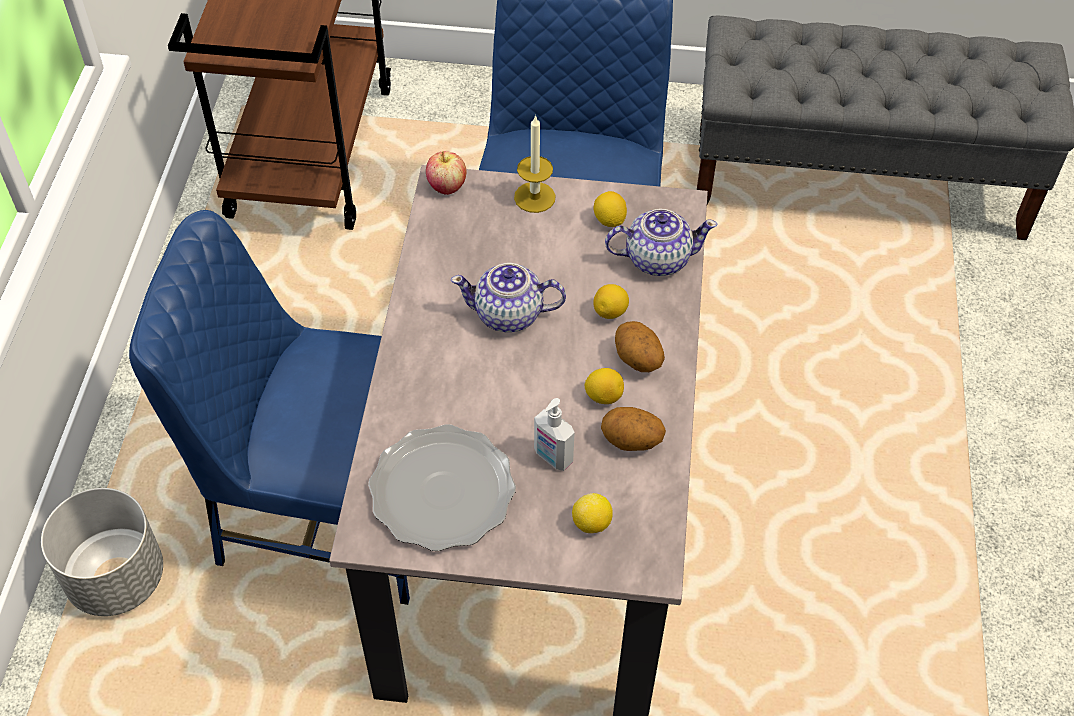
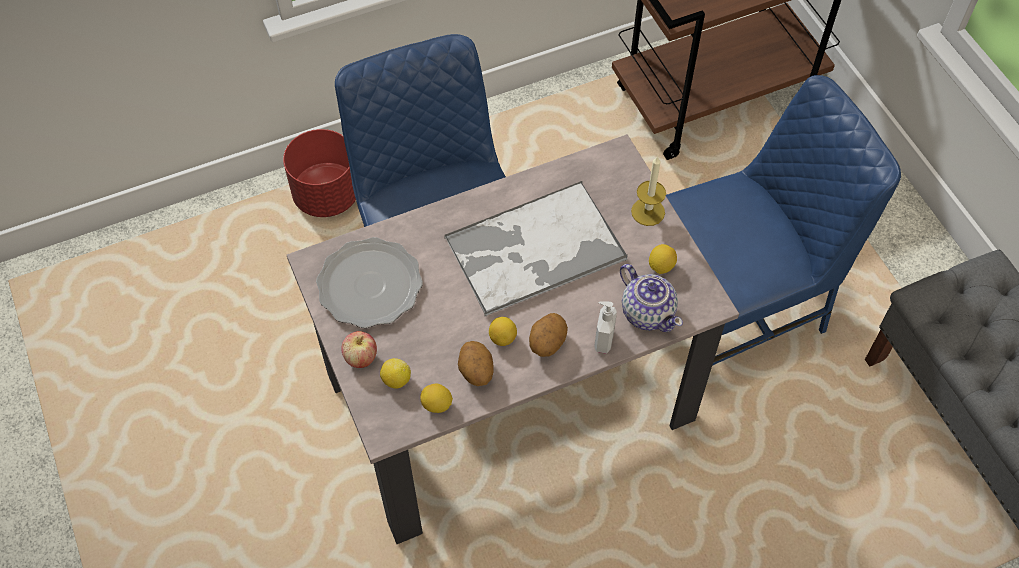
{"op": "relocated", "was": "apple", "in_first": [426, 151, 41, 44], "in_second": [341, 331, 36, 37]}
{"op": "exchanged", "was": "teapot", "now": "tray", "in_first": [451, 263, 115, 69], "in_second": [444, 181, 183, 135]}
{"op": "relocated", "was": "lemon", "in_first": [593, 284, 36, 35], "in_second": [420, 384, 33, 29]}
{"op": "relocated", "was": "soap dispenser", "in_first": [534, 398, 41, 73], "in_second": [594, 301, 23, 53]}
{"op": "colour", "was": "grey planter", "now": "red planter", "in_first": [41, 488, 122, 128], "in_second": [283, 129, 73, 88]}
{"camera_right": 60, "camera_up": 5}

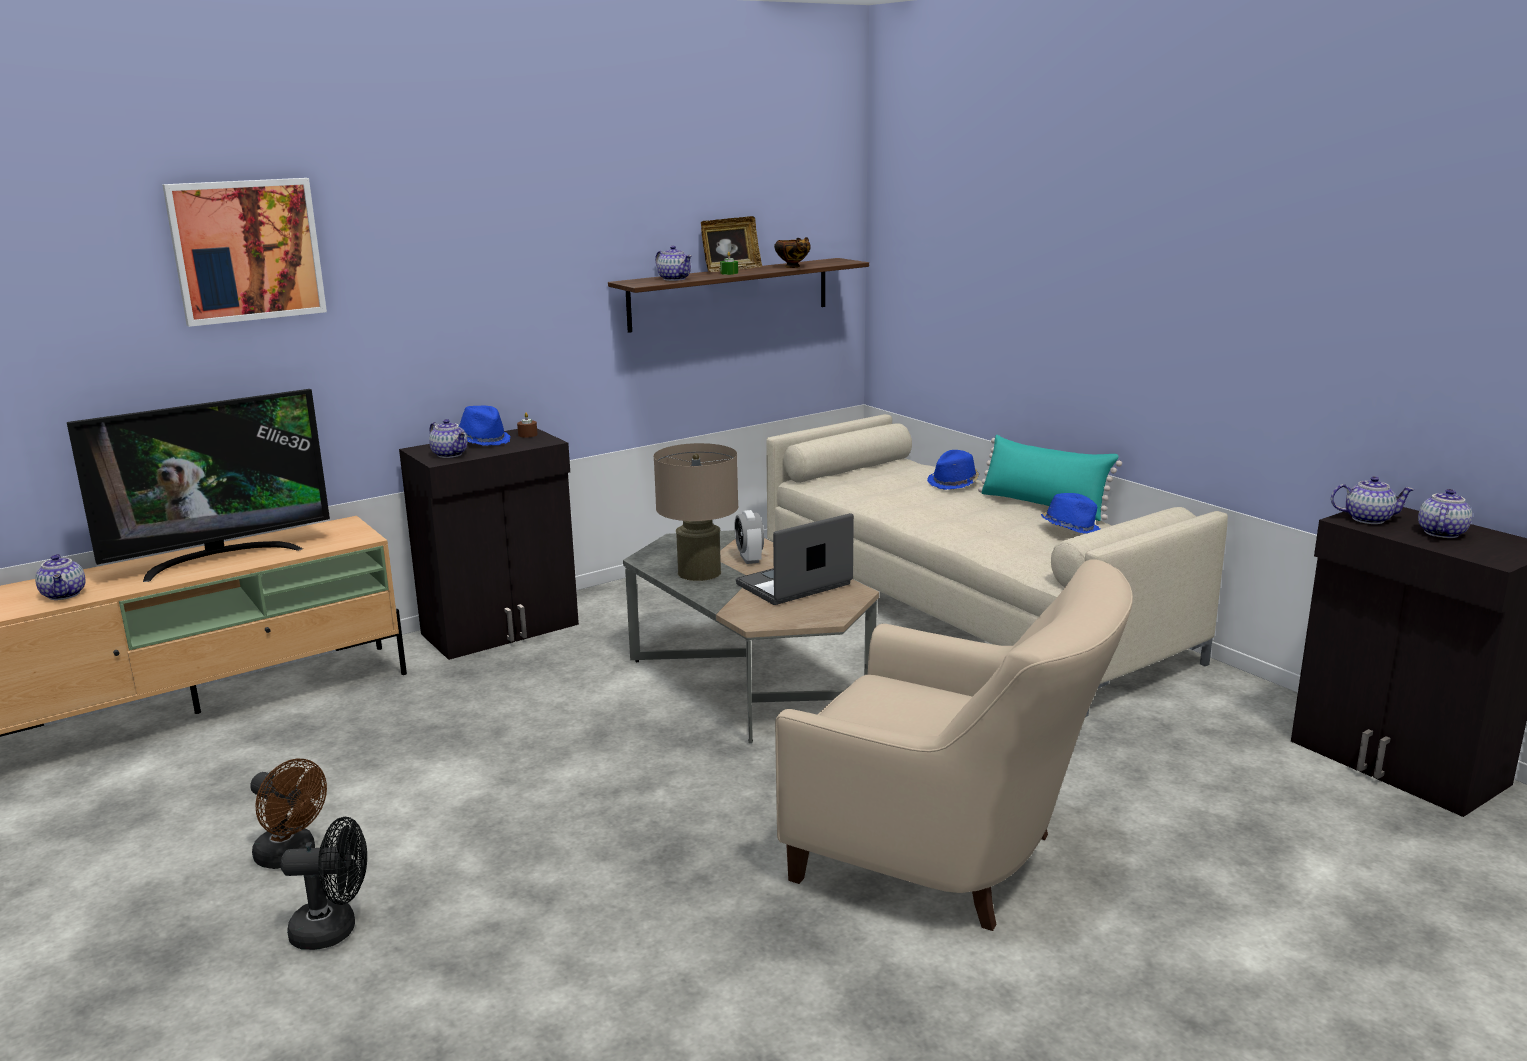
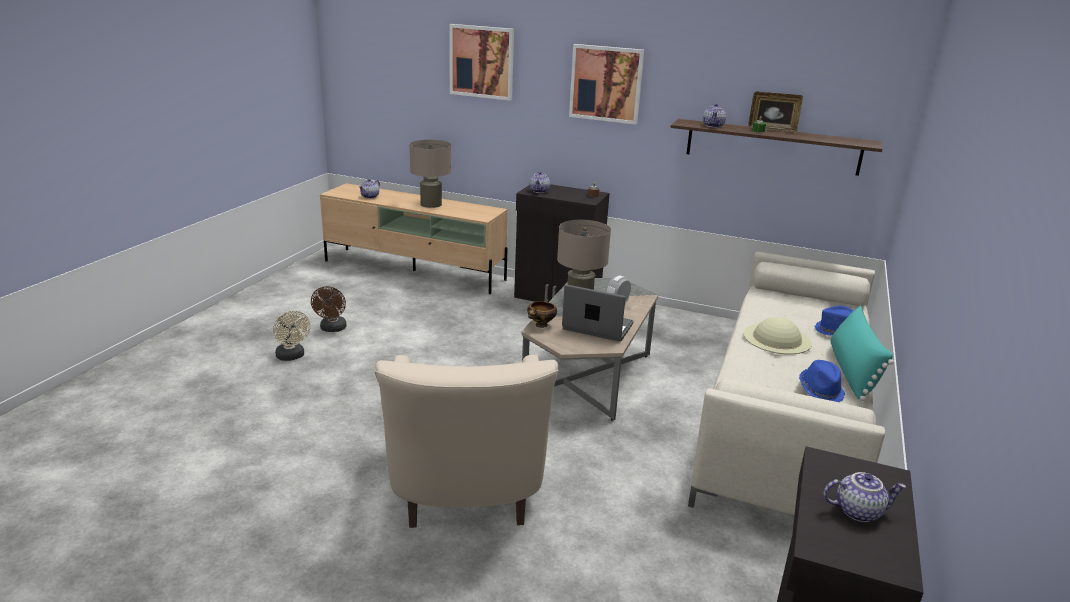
{"op": "relocated", "was": "bowl", "in_first": [774, 237, 37, 31], "in_second": [527, 301, 30, 27]}
{"op": "exchanged", "was": "television", "now": "beige table lamp", "in_first": [67, 389, 263, 193], "in_second": [409, 140, 42, 68]}
{"op": "missing", "was": "blue hat", "in_first": [459, 406, 51, 40]}
{"op": "missing", "was": "teapot", "in_first": [1331, 476, 84, 48]}
{"op": "colour", "was": "black fan", "now": "beige fan", "in_first": [281, 817, 86, 133], "in_second": [273, 311, 37, 50]}
{"op": "appeared", "now": "picture", "in_second": [569, 44, 75, 80]}
{"op": "appeared", "now": "beige hat", "in_second": [743, 317, 69, 38]}
{"camera_right": 55, "camera_up": 5}

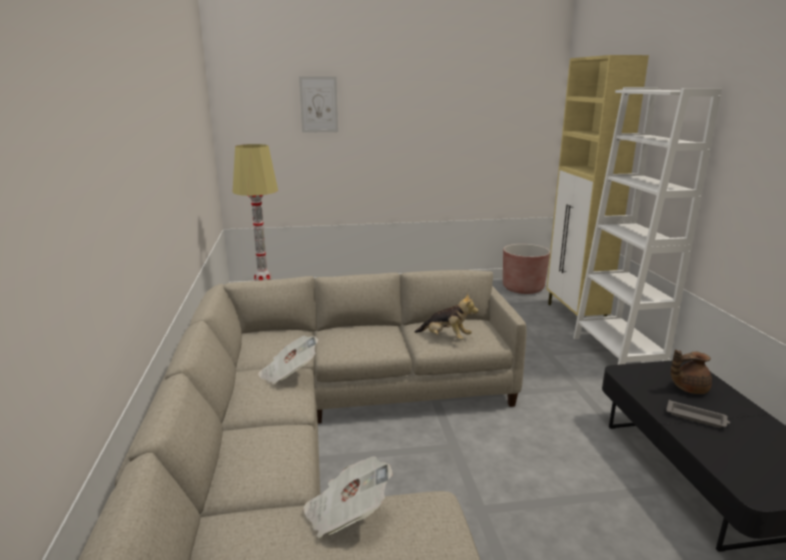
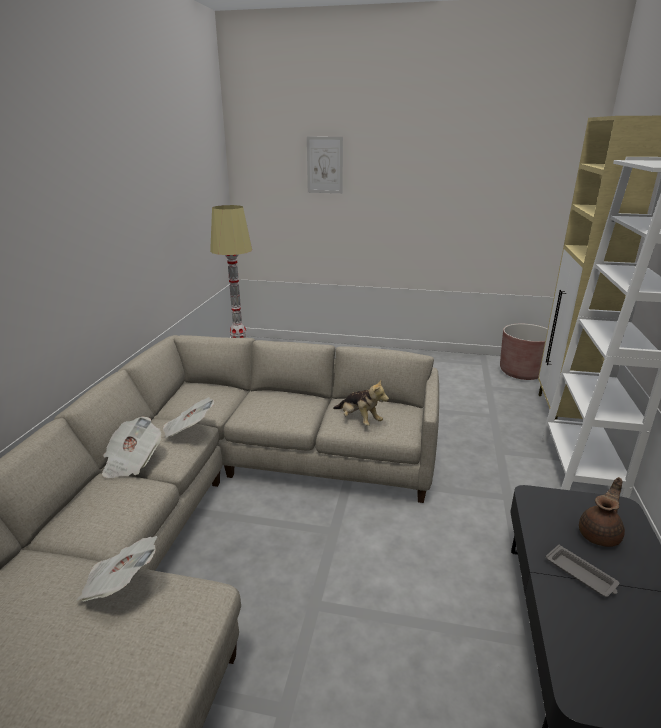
{"op": "spun", "was": "brown teapot", "in_first": [671, 350, 41, 44], "in_second": [579, 477, 46, 70], "clockwise": 120}
{"op": "appeared", "now": "newspaper", "in_second": [102, 417, 59, 61]}
{"camera_right": 20, "camera_up": 5}

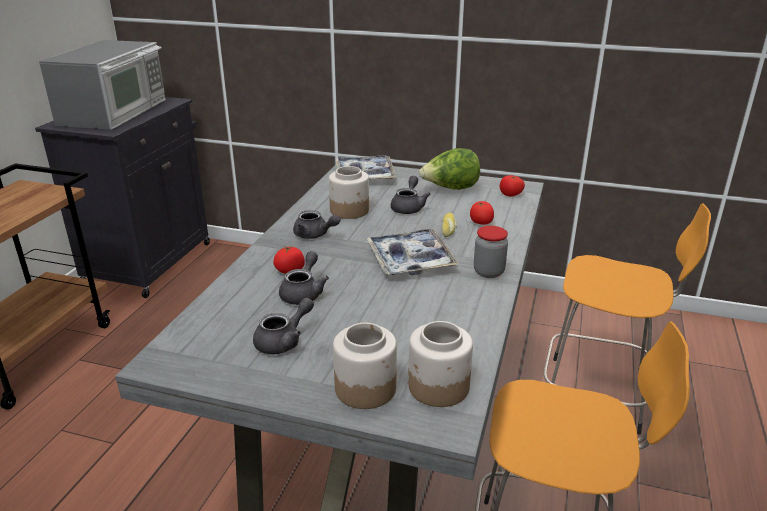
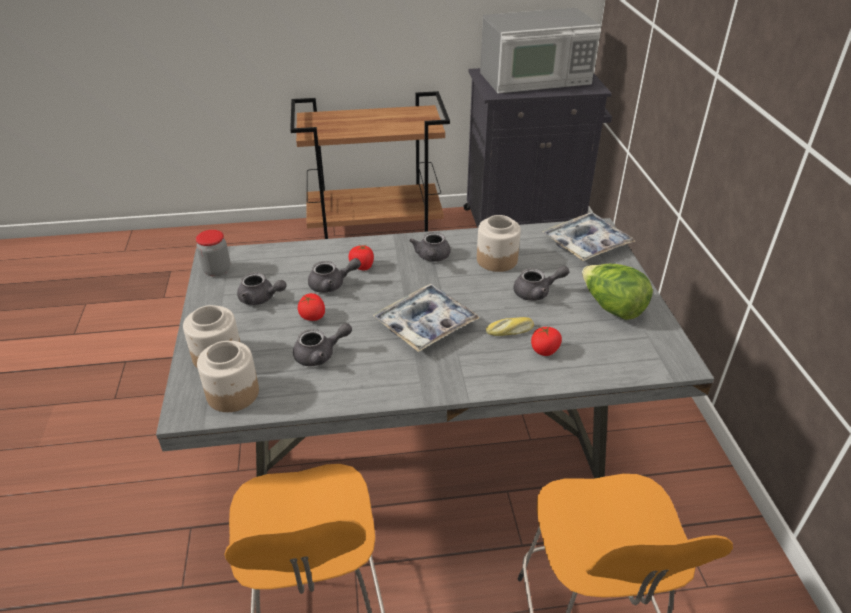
{"op": "relocated", "was": "tomato", "in_first": [500, 175, 25, 21], "in_second": [298, 293, 27, 28]}
{"op": "relocated", "was": "jar", "in_first": [474, 226, 34, 52], "in_second": [196, 230, 34, 47]}
{"op": "appeared", "now": "grey teapot", "in_second": [293, 323, 59, 43]}
{"camera_right": 65, "camera_up": 10}

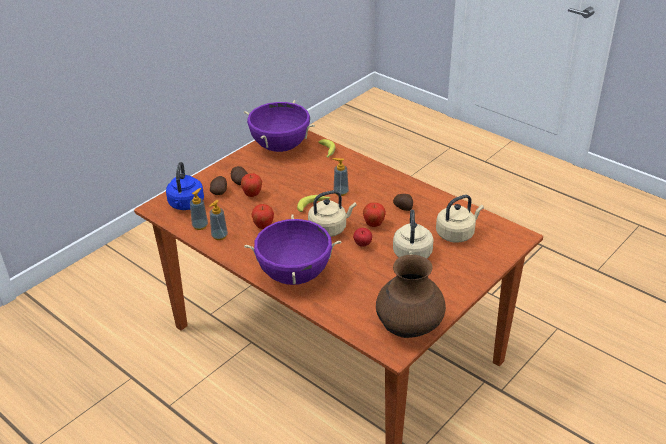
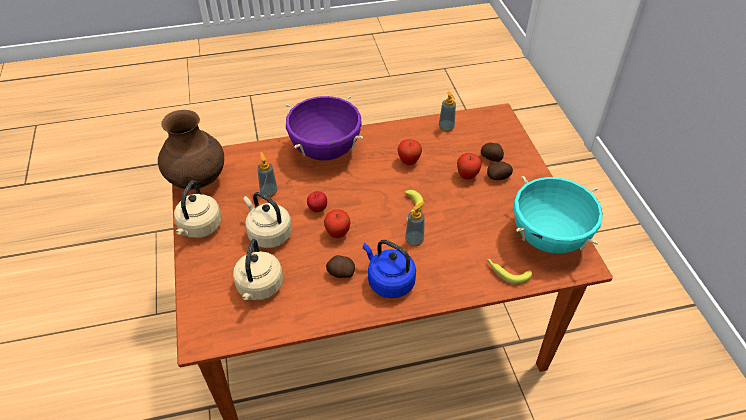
{"op": "colour", "was": "purple cooking pot", "now": "turquoise cooking pot", "in_first": [244, 100, 71, 52], "in_second": [513, 176, 90, 78]}
{"op": "relocated", "was": "blue kettle", "in_first": [166, 162, 38, 48], "in_second": [363, 240, 53, 58]}
{"op": "relocated", "was": "beige kettle", "in_first": [308, 190, 49, 47], "in_second": [174, 180, 48, 58]}
{"op": "relocated", "was": "soap dispenser", "in_first": [209, 200, 19, 40], "in_second": [257, 152, 21, 45]}
{"camera_right": 125, "camera_up": 10}

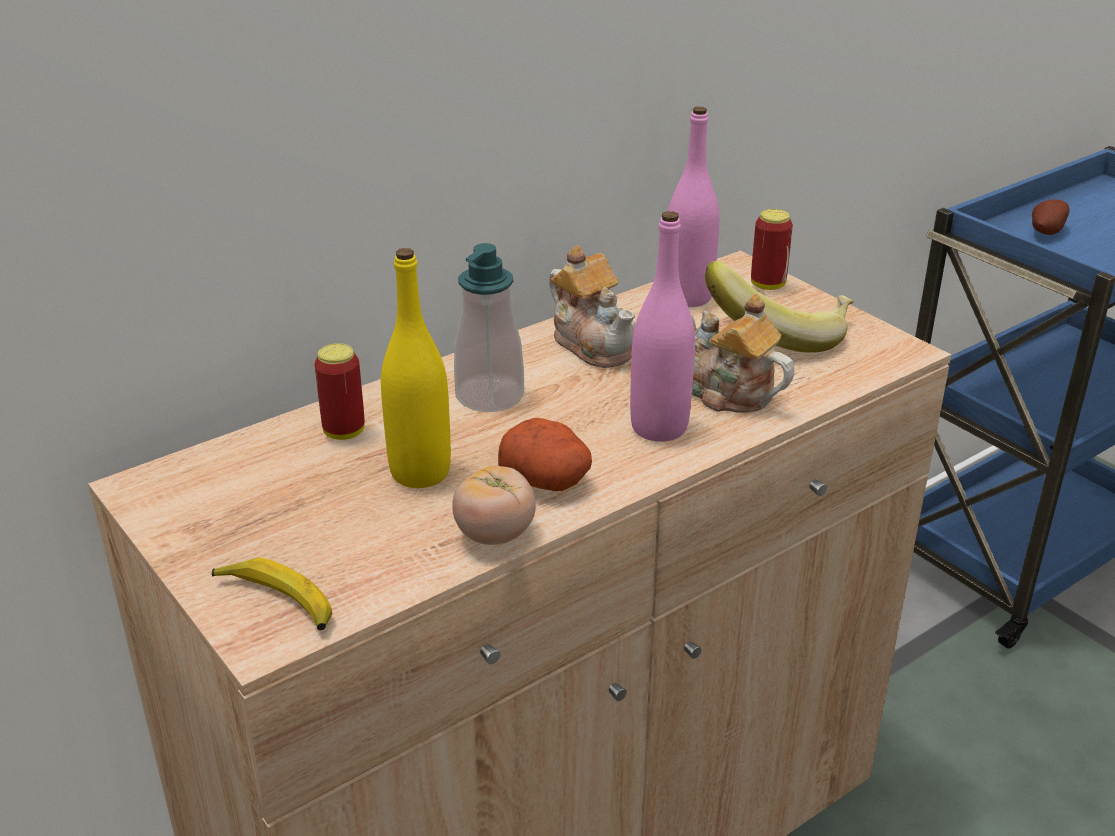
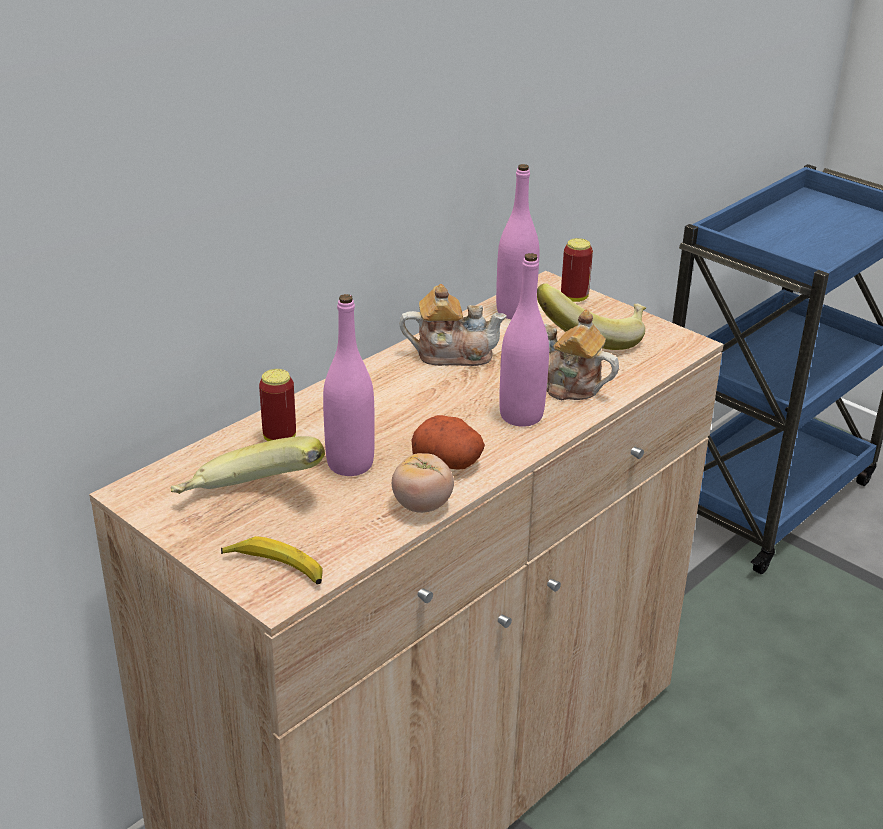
{"op": "missing", "was": "potato", "in_first": [1032, 199, 37, 36]}
{"op": "missing", "was": "soap dispenser", "in_first": [454, 243, 70, 169]}
{"op": "spun", "was": "teapot", "in_first": [549, 245, 86, 123], "in_second": [399, 284, 108, 82], "clockwise": -45}
{"op": "colour", "was": "yellow bottle", "now": "pink bottle", "in_first": [381, 248, 70, 240], "in_second": [323, 294, 52, 182]}
{"op": "appeared", "now": "banana", "in_second": [171, 436, 154, 58]}
{"camera_right": -10, "camera_up": 0}

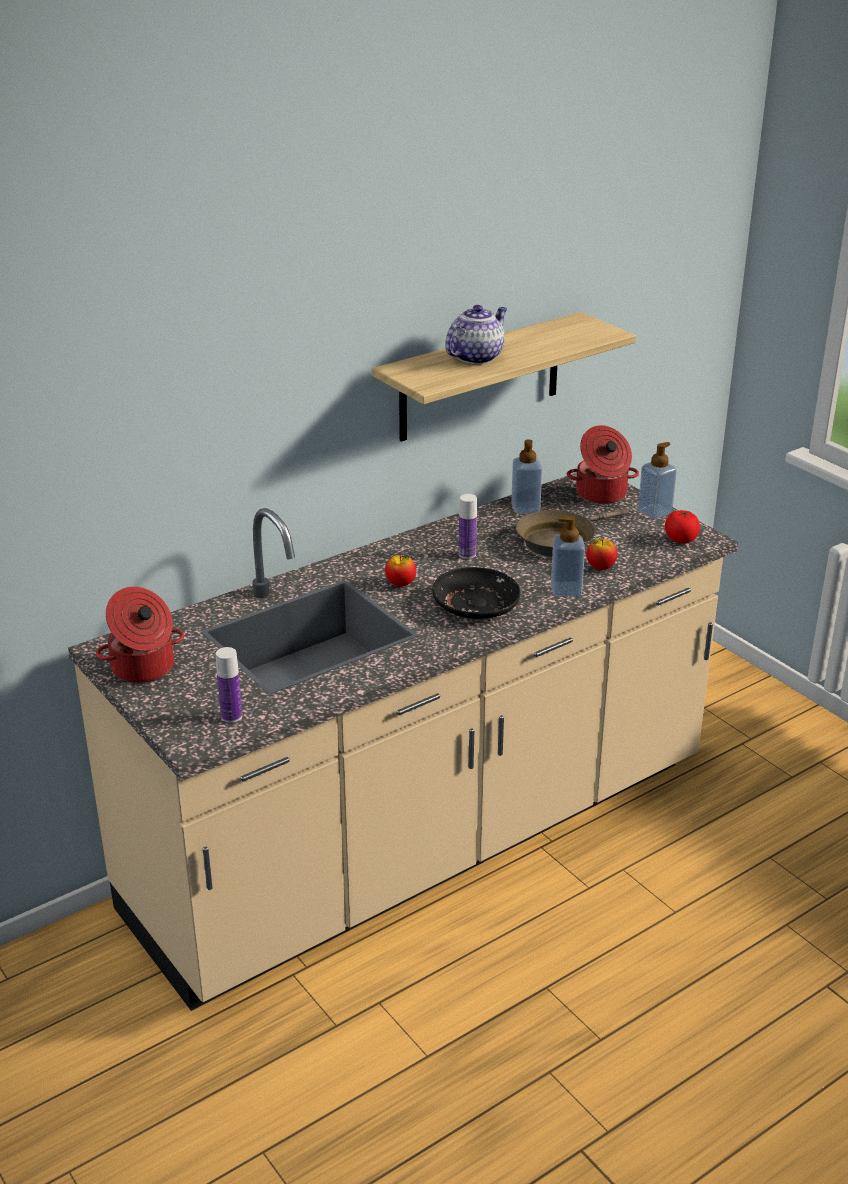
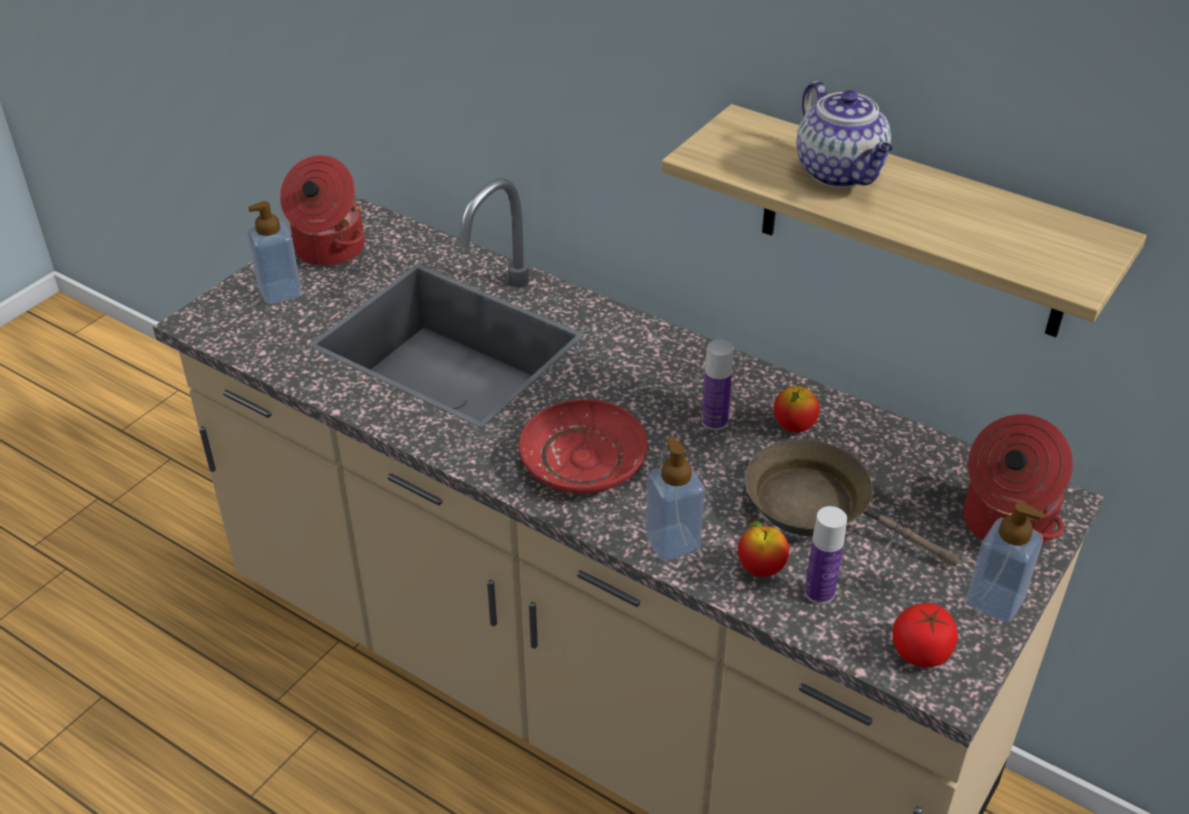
{"op": "spun", "was": "teapot", "in_first": [445, 305, 63, 59], "in_second": [796, 81, 97, 107], "clockwise": 45}
{"op": "relocated", "was": "soap dispenser", "in_first": [511, 439, 31, 75], "in_second": [247, 201, 55, 103]}
{"op": "relocated", "was": "apple", "in_first": [385, 555, 31, 32], "in_second": [774, 386, 46, 46]}
{"op": "colour", "was": "black plate", "now": "red plate", "in_first": [432, 567, 89, 52], "in_second": [519, 399, 129, 95]}
{"op": "relocated", "was": "bottle", "in_first": [216, 647, 26, 76], "in_second": [804, 506, 43, 98]}
{"camera_right": 70, "camera_up": 10}

